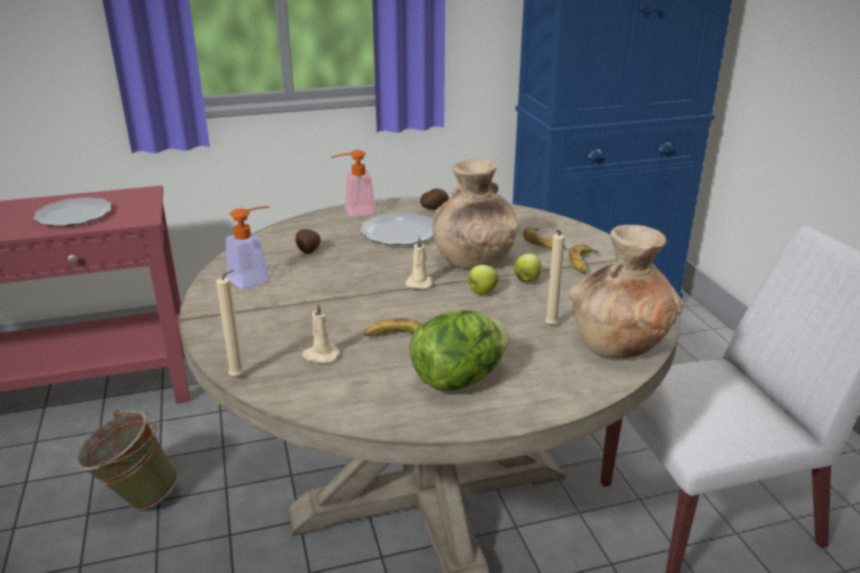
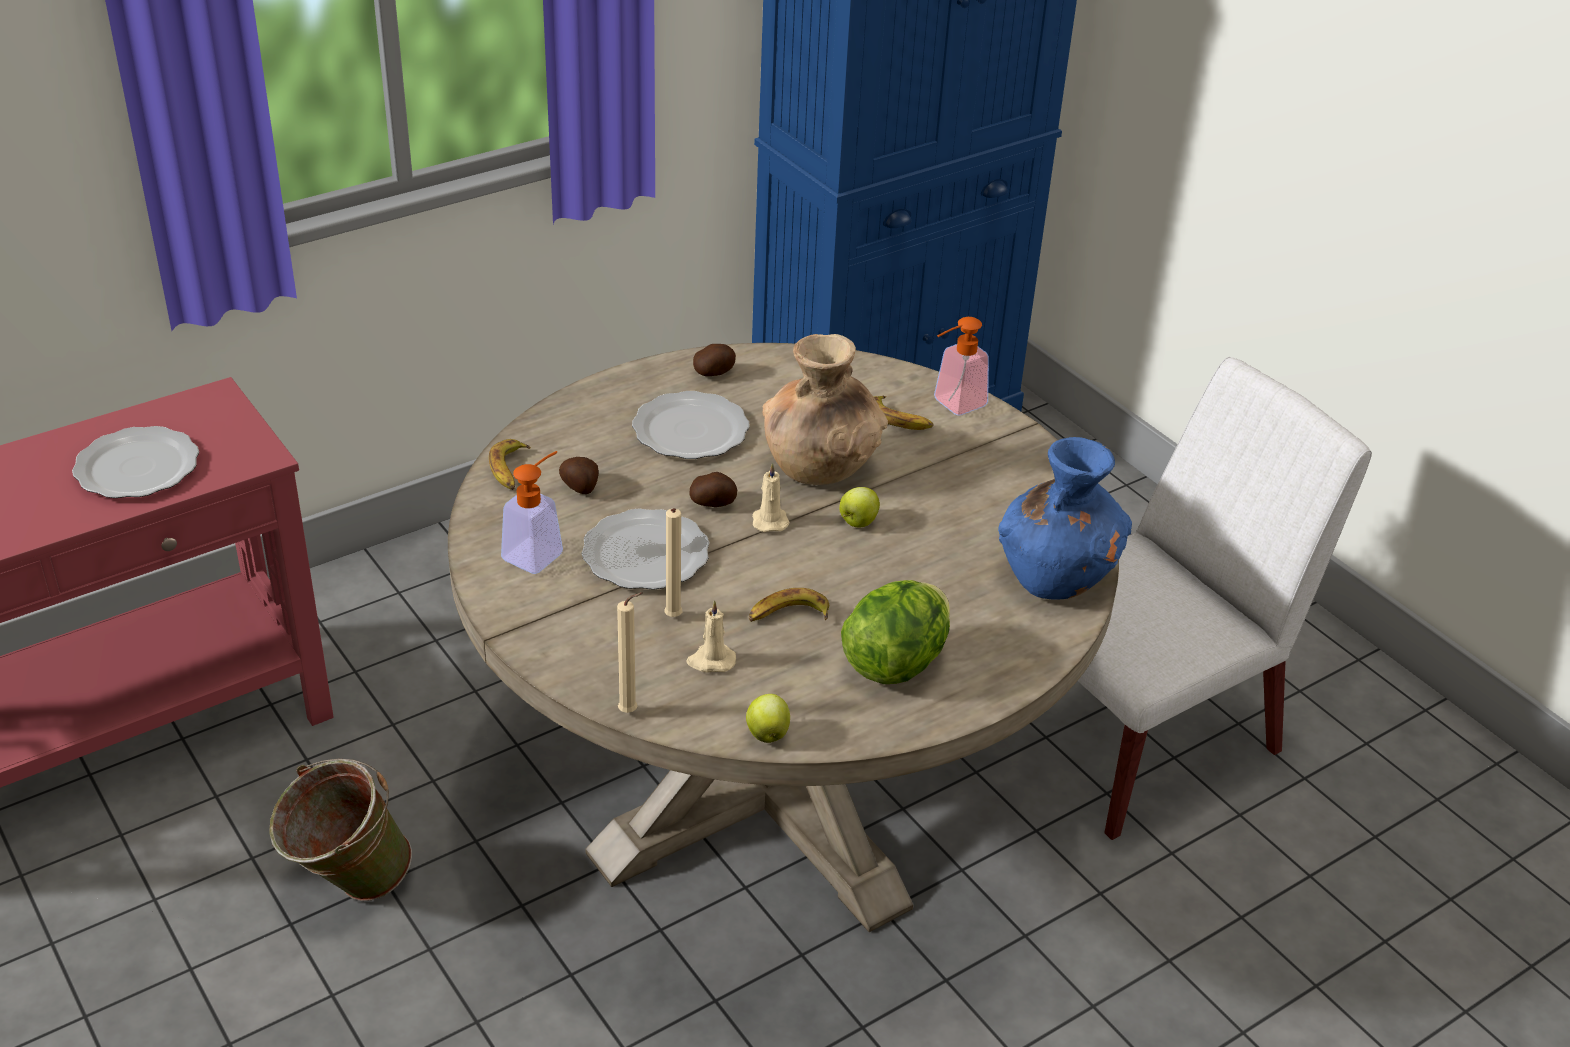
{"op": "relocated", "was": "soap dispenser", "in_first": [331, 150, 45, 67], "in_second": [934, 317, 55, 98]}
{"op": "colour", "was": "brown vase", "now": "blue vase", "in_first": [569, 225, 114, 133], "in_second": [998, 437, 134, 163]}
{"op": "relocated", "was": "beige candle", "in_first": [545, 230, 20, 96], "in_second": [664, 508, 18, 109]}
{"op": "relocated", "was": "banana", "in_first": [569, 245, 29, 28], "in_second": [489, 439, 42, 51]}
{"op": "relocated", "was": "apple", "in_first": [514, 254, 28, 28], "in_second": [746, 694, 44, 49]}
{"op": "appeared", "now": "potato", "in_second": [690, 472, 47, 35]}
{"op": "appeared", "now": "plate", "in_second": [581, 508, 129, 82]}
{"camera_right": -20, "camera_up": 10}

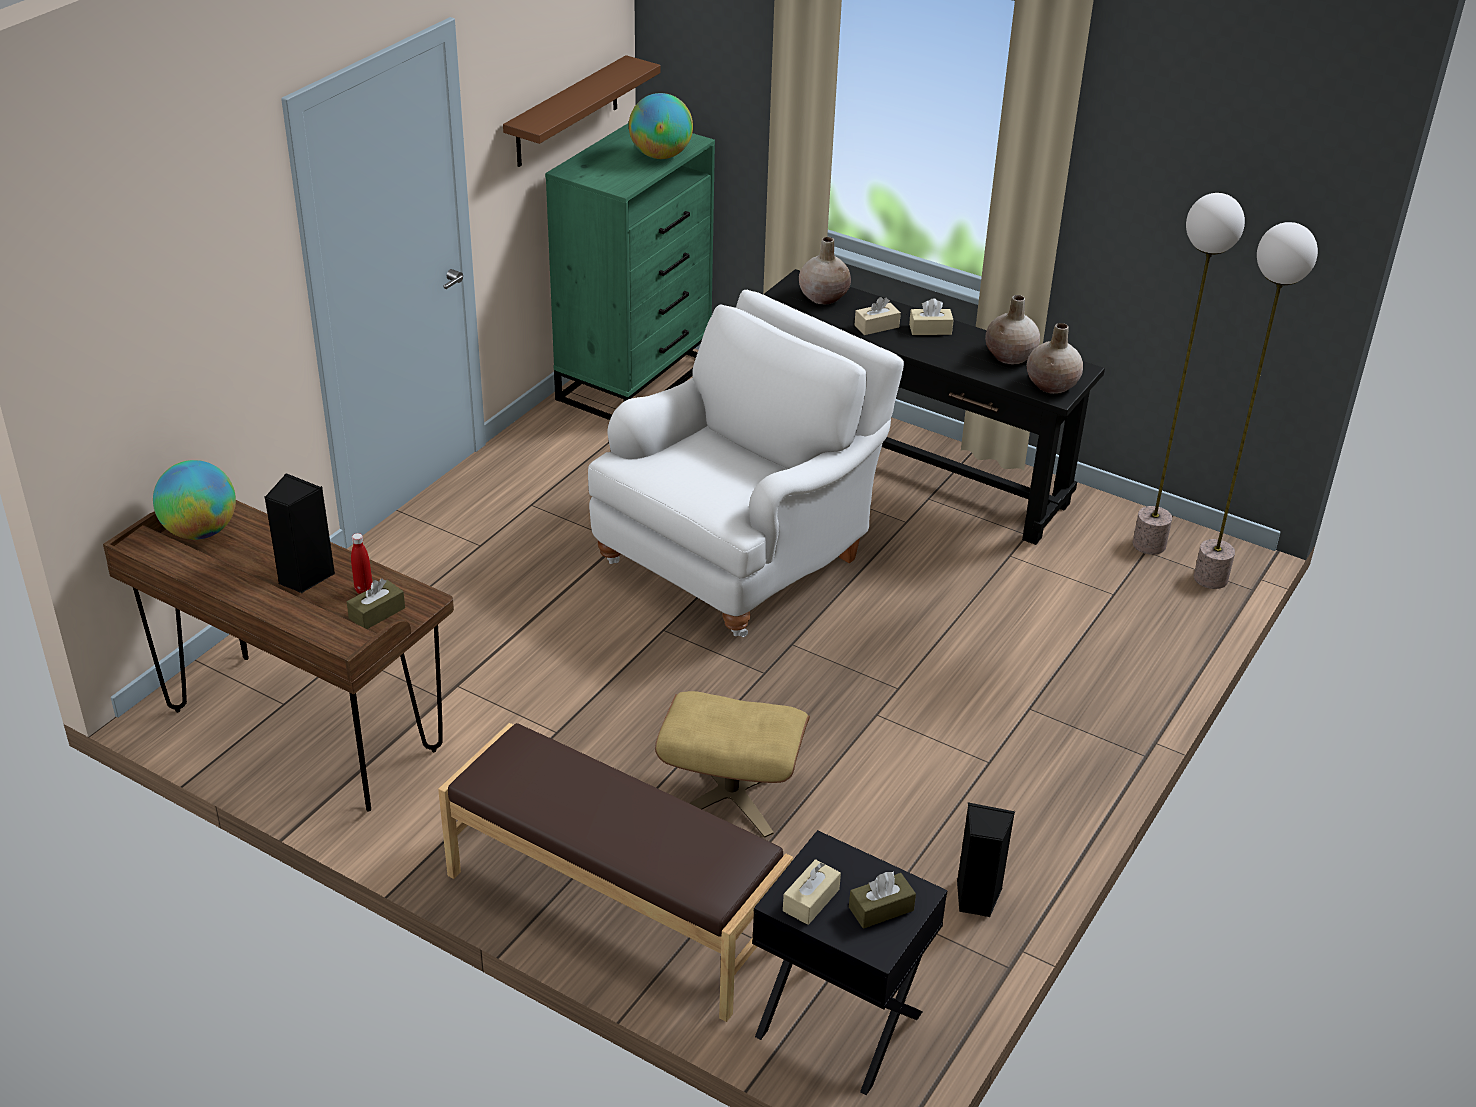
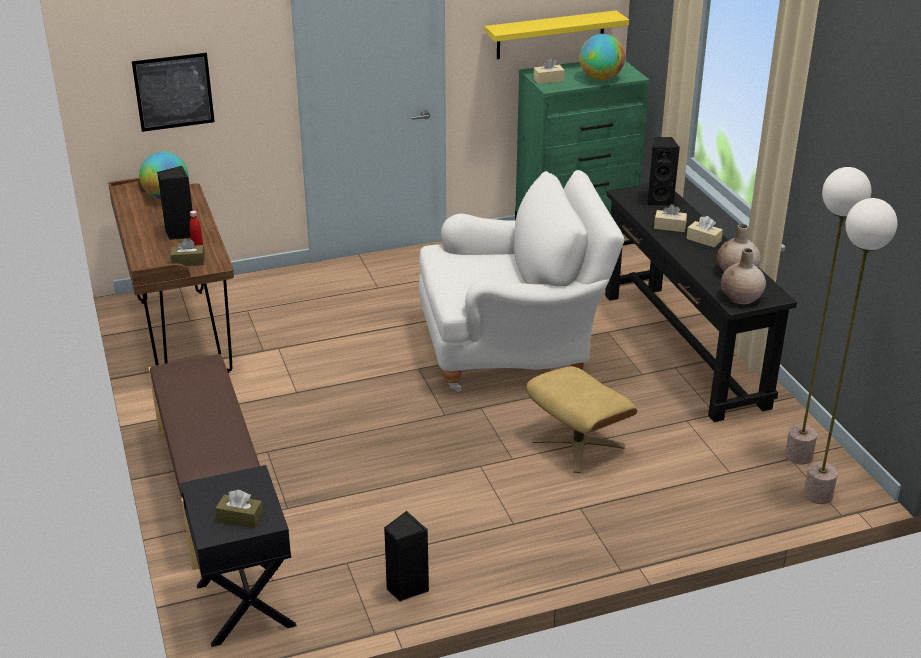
{"op": "colour", "was": "brown shelf", "now": "yellow shelf", "in_first": [503, 55, 158, 112], "in_second": [485, 10, 144, 49]}
{"op": "exchanged", "was": "beige vase", "now": "black speaker", "in_first": [799, 237, 52, 67], "in_second": [647, 137, 33, 69]}
{"op": "relocated", "was": "beige ottoman", "in_first": [655, 691, 155, 147], "in_second": [526, 366, 111, 107]}
{"op": "relocated", "was": "beige tissue box", "in_first": [783, 859, 58, 66], "in_second": [533, 58, 32, 26]}
{"op": "appeared", "now": "picture", "in_second": [132, 53, 83, 79]}
{"camera_right": 40, "camera_up": -5}

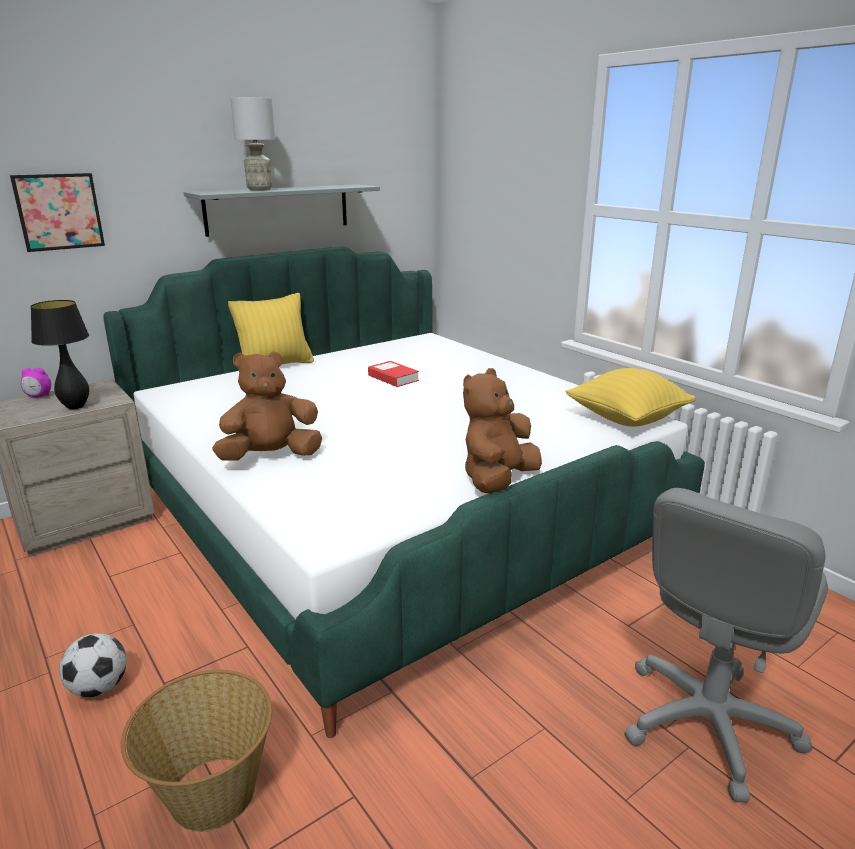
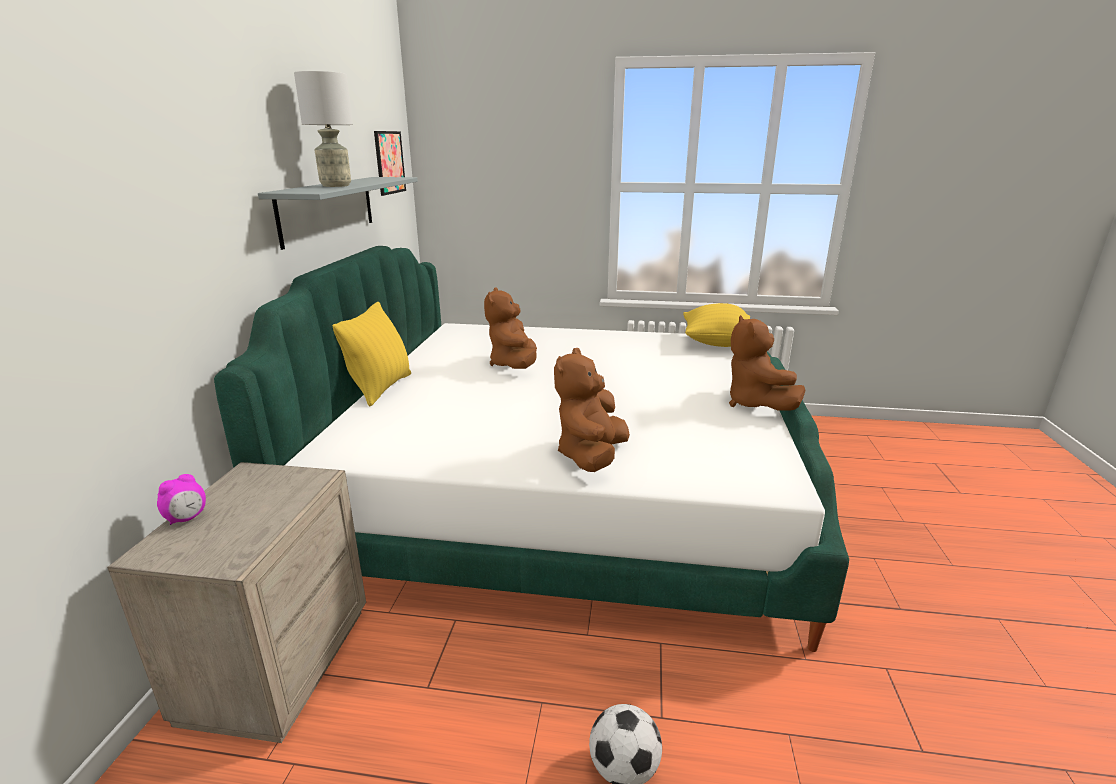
{"op": "relocated", "was": "picture", "in_first": [10, 173, 95, 79], "in_second": [374, 131, 32, 65]}
{"op": "missing", "was": "black table lamp", "in_first": [31, 300, 58, 109]}
{"op": "exchanged", "was": "book", "now": "brown plush toy", "in_first": [368, 361, 51, 26], "in_second": [484, 288, 53, 81]}
{"op": "missing", "was": "grey office chair", "in_first": [624, 488, 204, 315]}
{"op": "missing", "was": "basket", "in_first": [121, 670, 151, 162]}
{"camera_right": -45, "camera_up": 0}

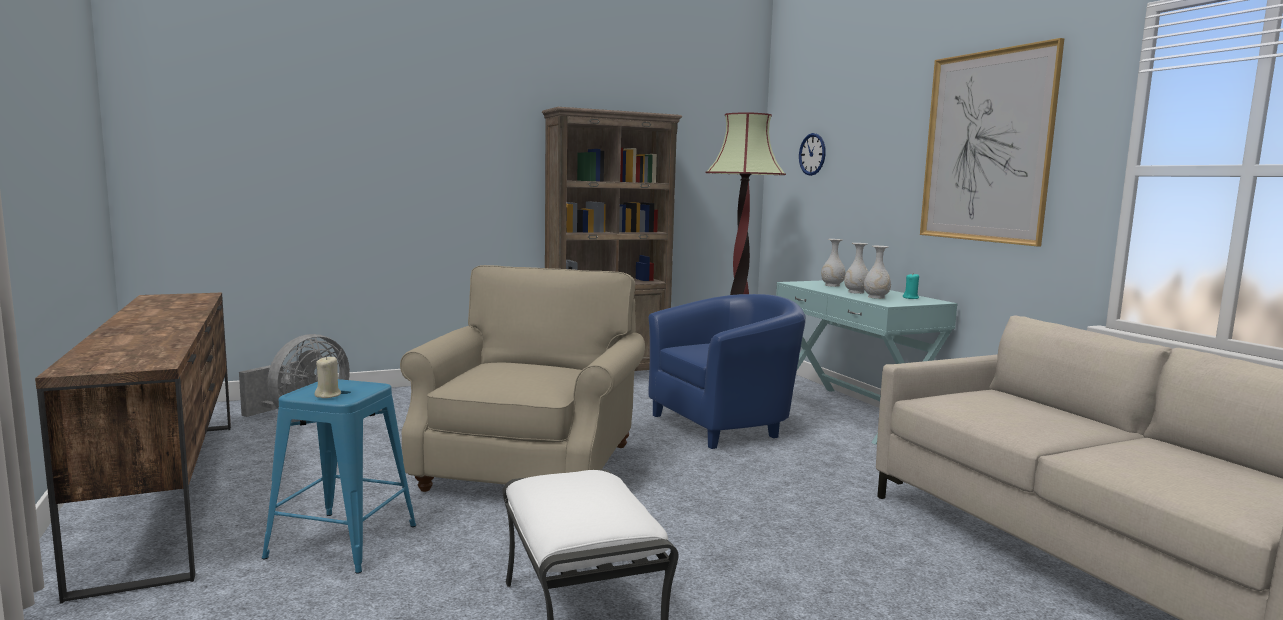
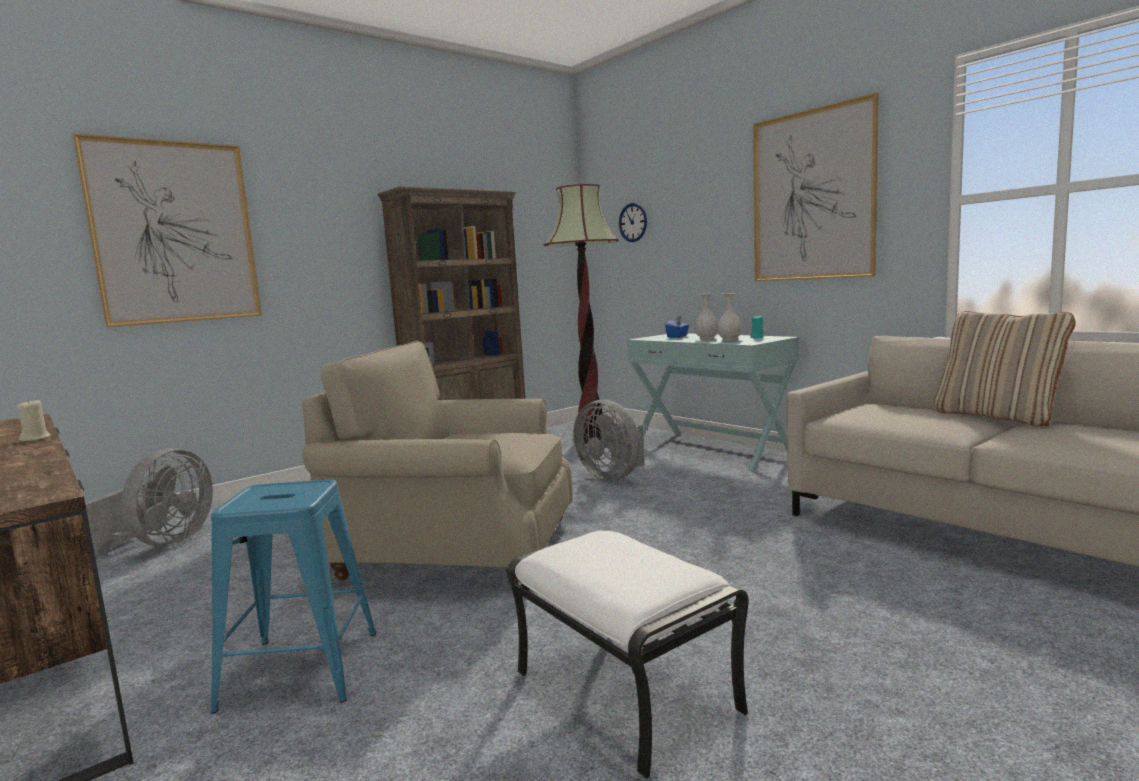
{"op": "exchanged", "was": "white vase", "now": "blue tissue box", "in_first": [821, 239, 24, 48], "in_second": [665, 316, 24, 22]}
{"op": "spun", "was": "beige armchair", "in_first": [400, 265, 245, 227], "in_second": [302, 341, 271, 241], "clockwise": -75}
{"op": "exchanged", "was": "blue armchair", "now": "grey fan", "in_first": [649, 294, 157, 155], "in_second": [573, 400, 71, 81]}
{"op": "relocated", "was": "beige candle", "in_first": [314, 356, 27, 42], "in_second": [17, 399, 34, 42]}
{"op": "appeared", "now": "picture", "in_second": [73, 133, 189, 194]}
{"op": "appeared", "now": "beige pillow", "in_second": [934, 311, 142, 115]}
{"camera_right": -15, "camera_up": 0}

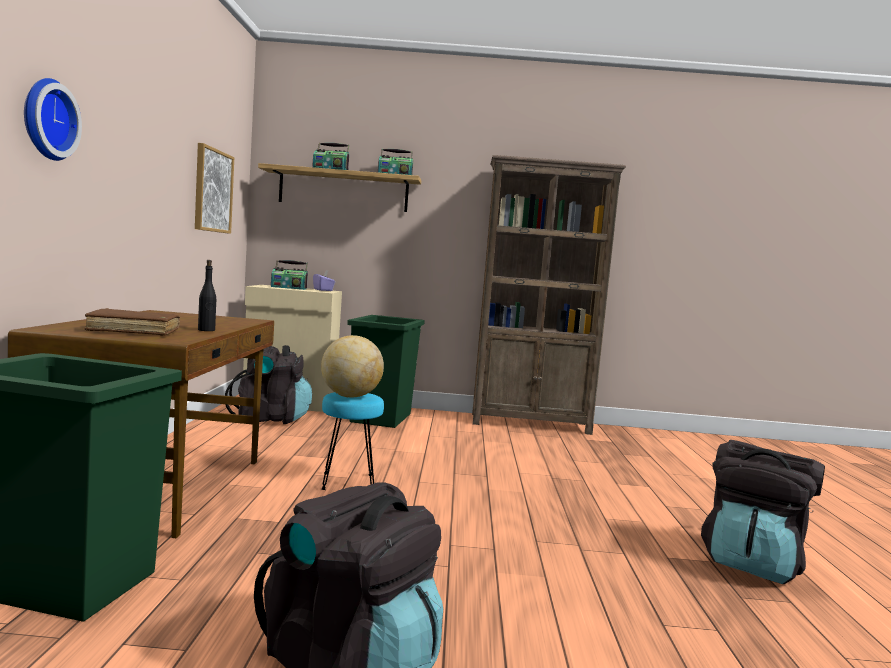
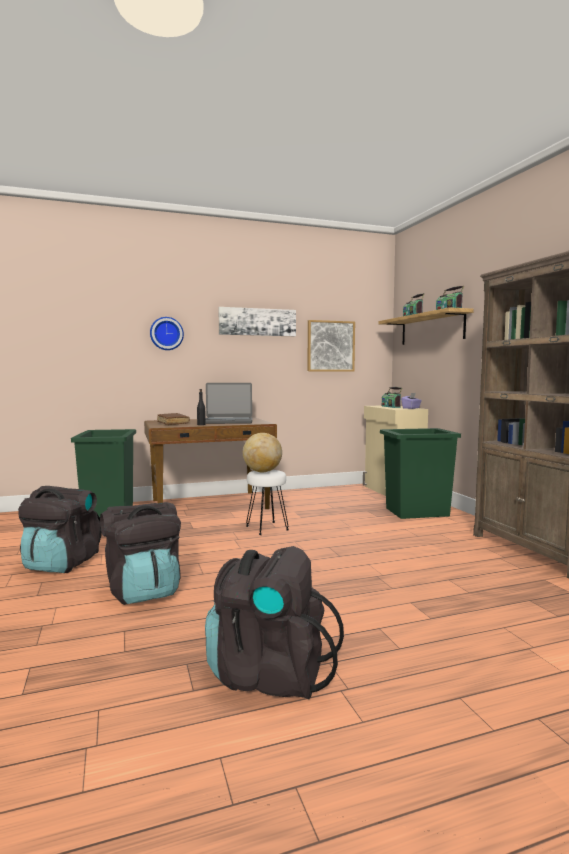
{"op": "relocated", "was": "black backpack", "in_first": [225, 345, 87, 79], "in_second": [100, 502, 81, 103]}
{"op": "colour", "was": "turquoise stool", "now": "white stool", "in_first": [322, 392, 62, 98], "in_second": [246, 470, 43, 65]}
{"op": "appeared", "now": "picture", "in_second": [218, 307, 78, 29]}
{"op": "appeared", "now": "laptop", "in_second": [206, 383, 46, 41]}
{"camera_right": 70, "camera_up": 0}

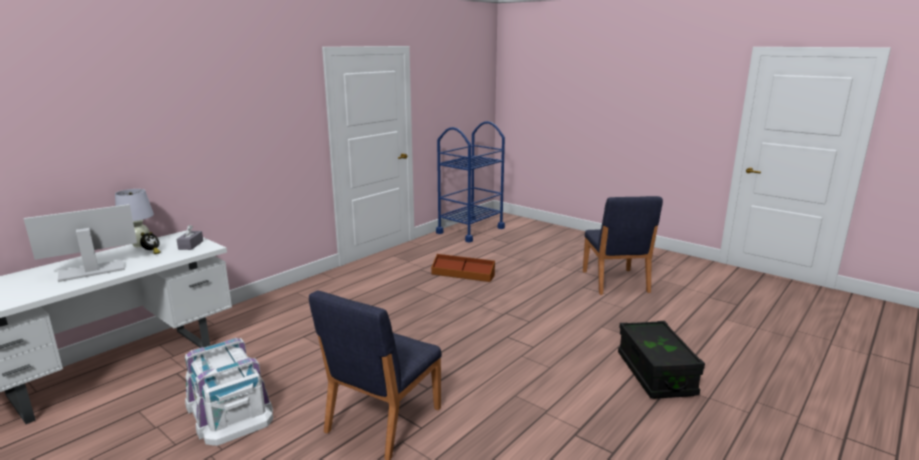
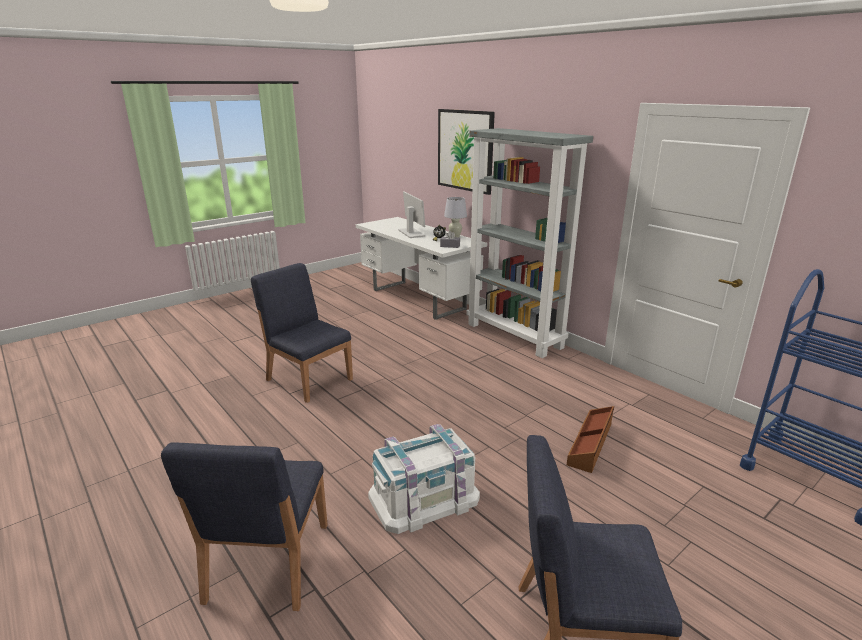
{"op": "exchanged", "was": "black storage box", "now": "blue chair", "in_first": [618, 321, 87, 78], "in_second": [161, 442, 167, 169]}
{"op": "relocated", "was": "white storage box", "in_first": [185, 338, 88, 108], "in_second": [368, 424, 112, 110]}
{"op": "appeared", "now": "picture", "in_second": [438, 109, 57, 86]}
{"op": "appeared", "now": "grey bookcase", "in_second": [466, 128, 127, 230]}
{"camera_right": 100, "camera_up": 5}

